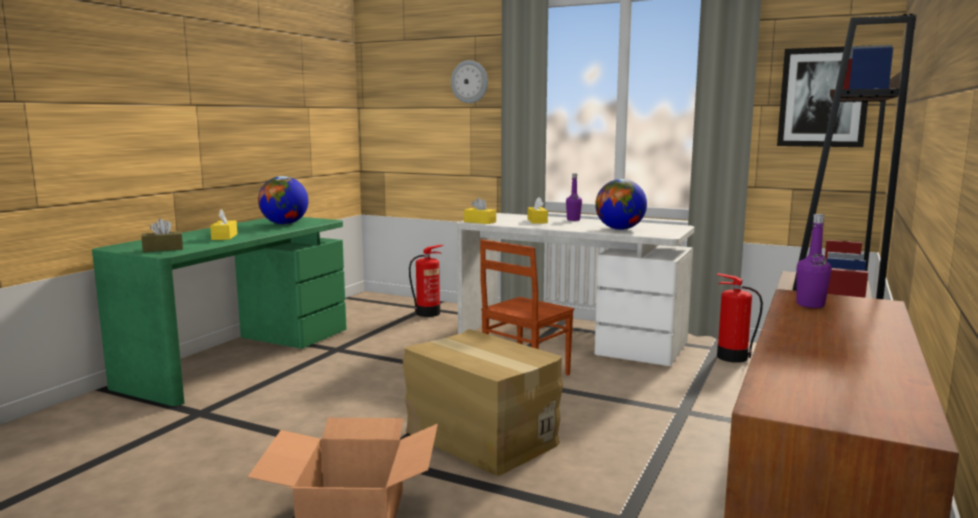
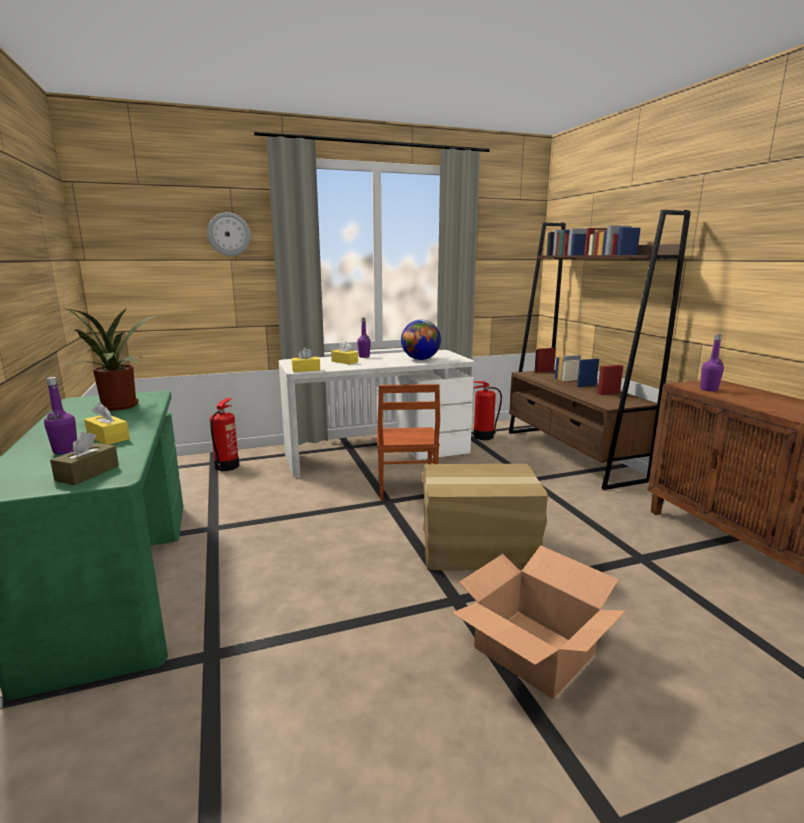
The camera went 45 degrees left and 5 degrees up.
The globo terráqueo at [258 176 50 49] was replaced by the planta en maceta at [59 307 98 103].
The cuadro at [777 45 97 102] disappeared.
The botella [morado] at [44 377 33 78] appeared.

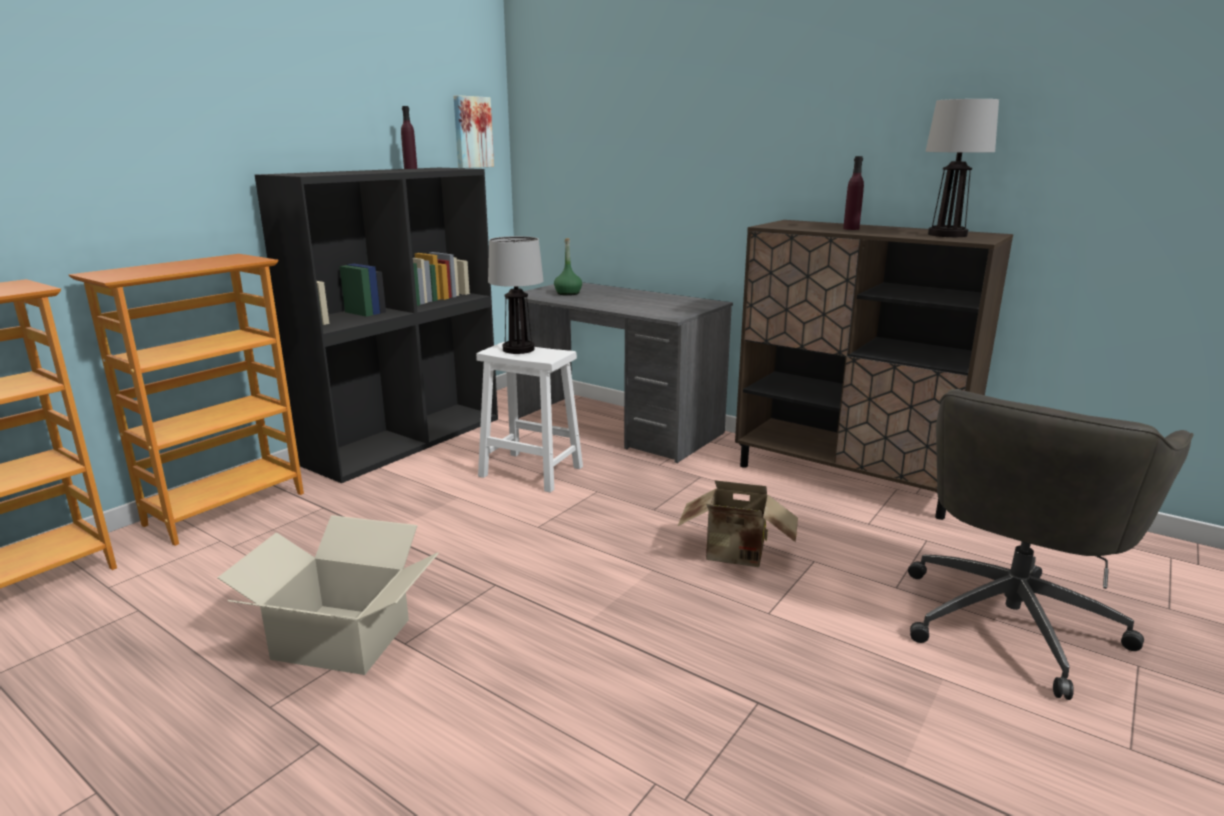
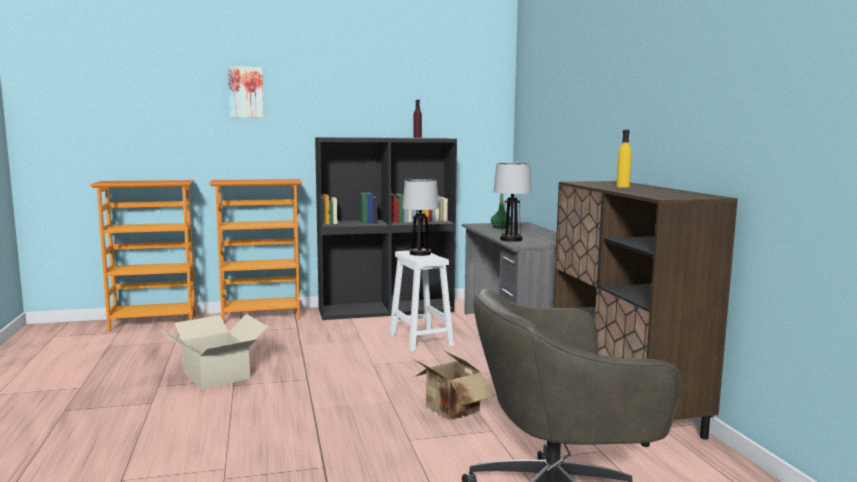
The camera went 40 degrees right and 10 degrees down.
The cuadro moved from [454 95 40 73] to [228 66 36 52].
The botella [morado] at [843 156 21 74] became the botella [amarillo] at [616 130 15 58].
The lámpara de mesa moved from [925 99 74 138] to [494 163 38 79].

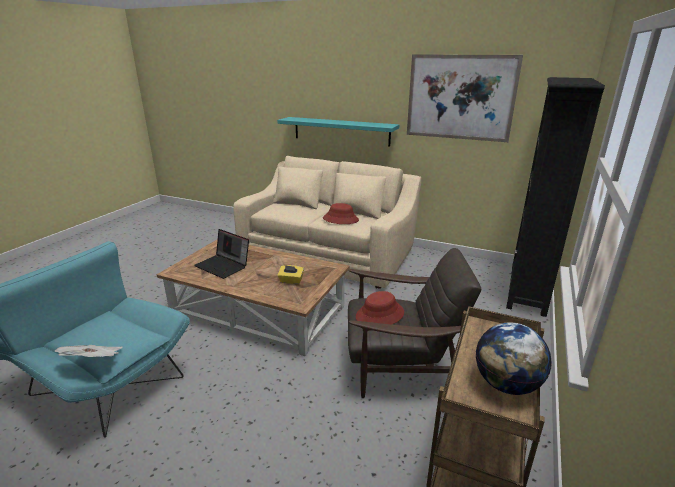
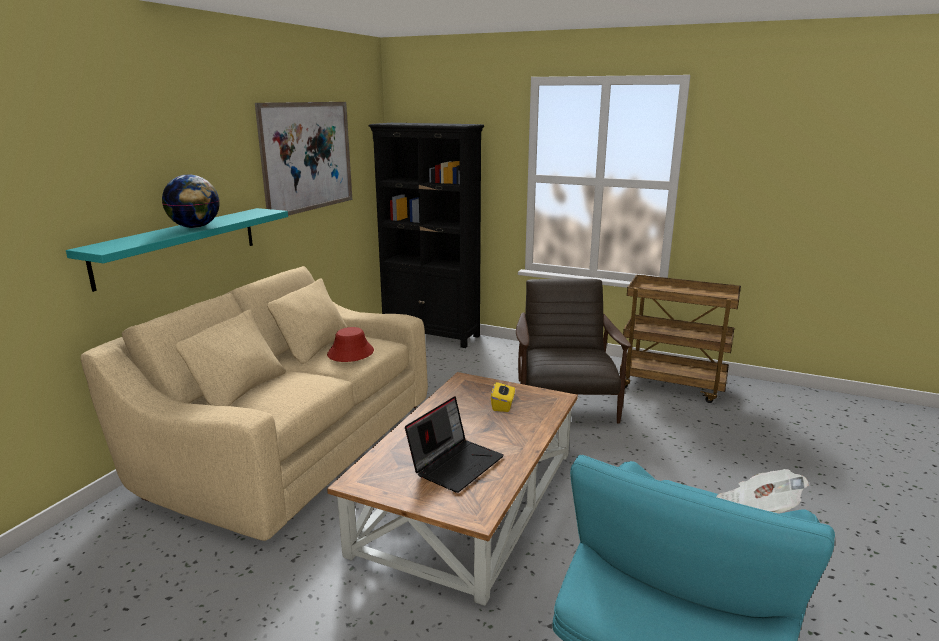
The camera went 90 degrees left and 5 degrees down.
The sombrero [rojo] at [356 291 48 34] disappeared.
The globo terráqueo moved from [476 322 76 73] to [162 175 57 53].

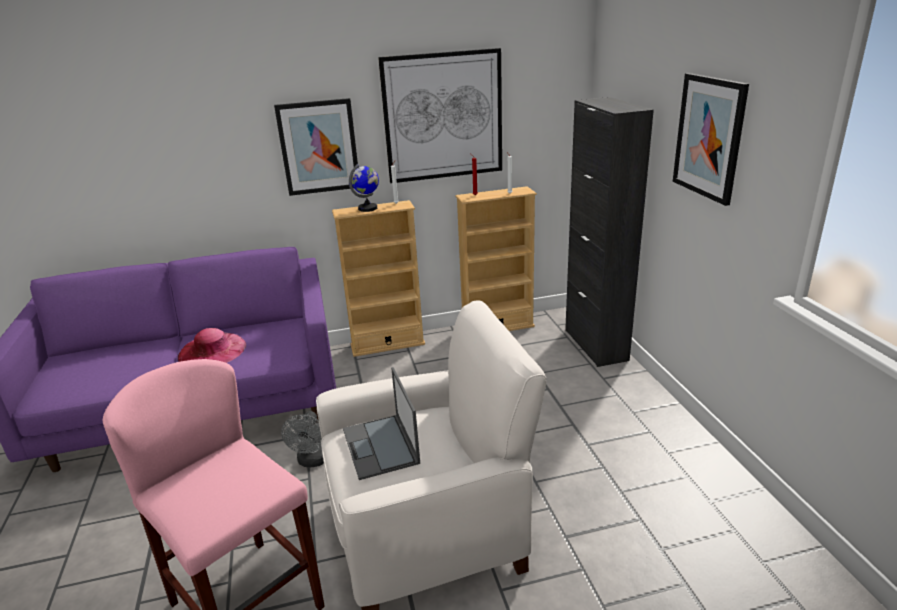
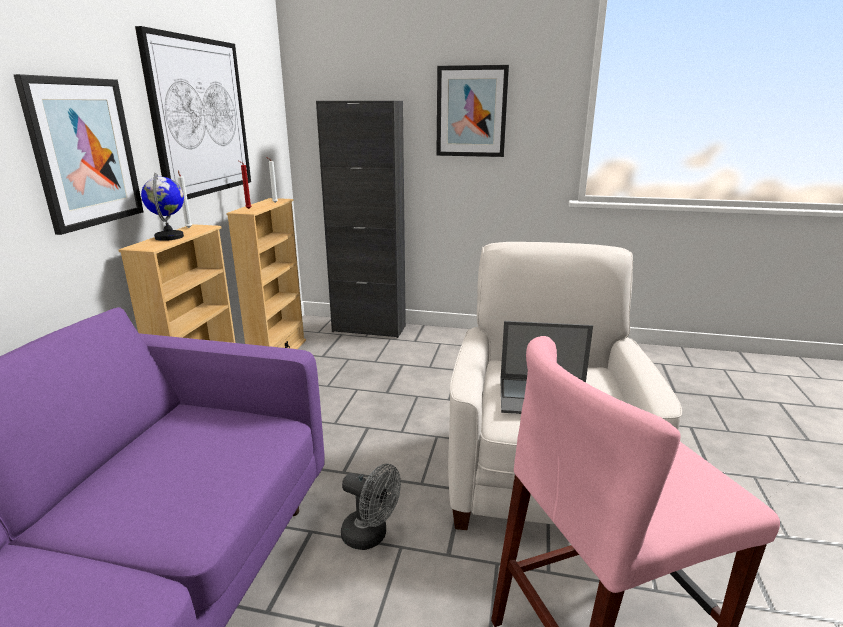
The camera went 65 degrees left and 5 degrees down.
The sombrero [rosa] at [178 328 68 35] disappeared.

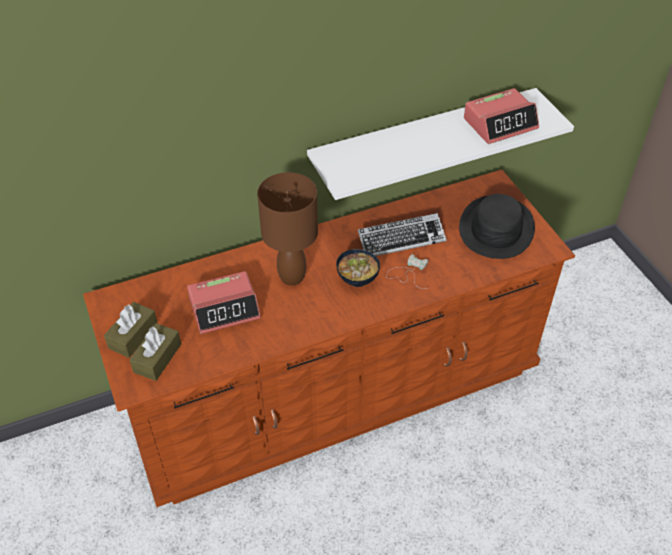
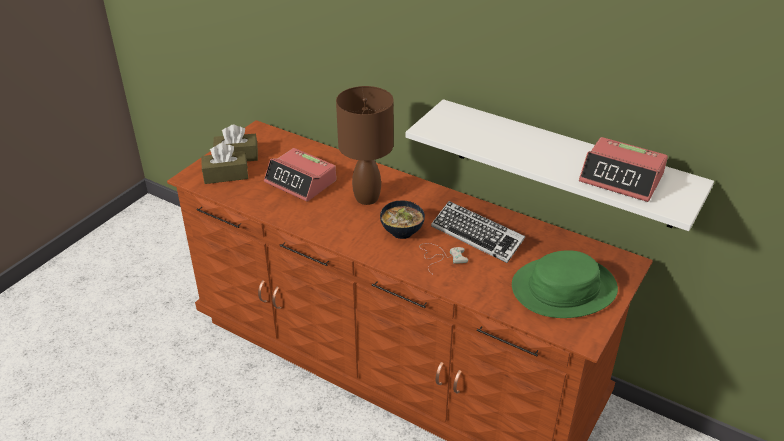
The camera went 55 degrees right and 10 degrees down.
The sombrero [negro] at [459 194 76 65] became the sombrero [verde] at [512 250 106 68].

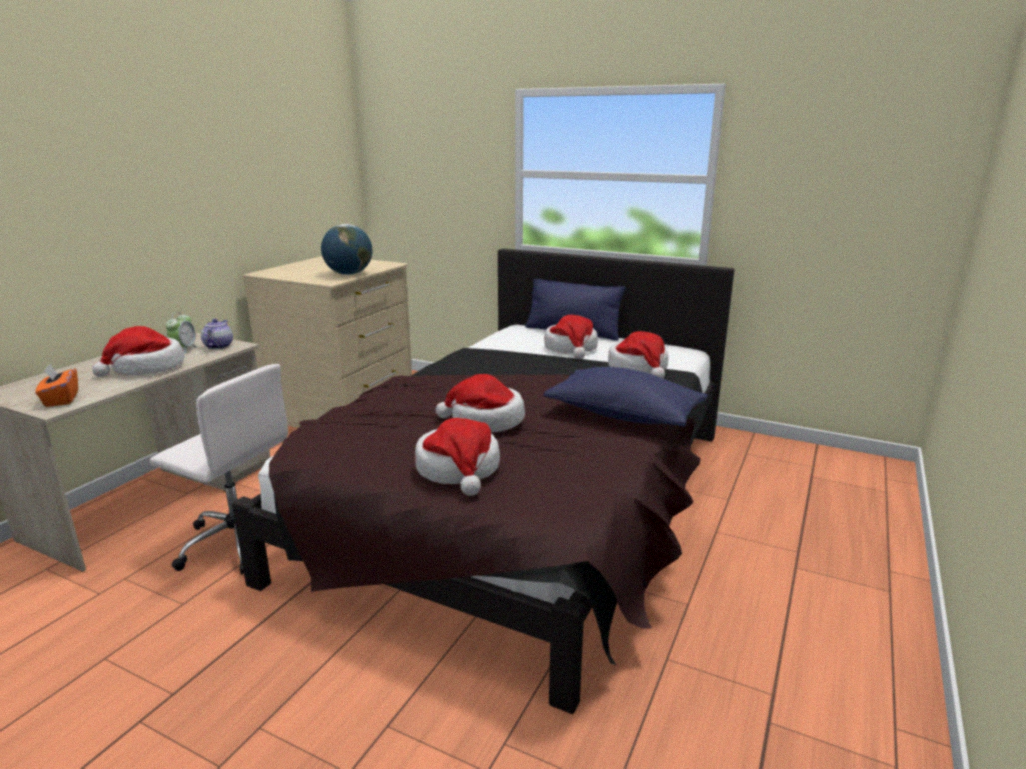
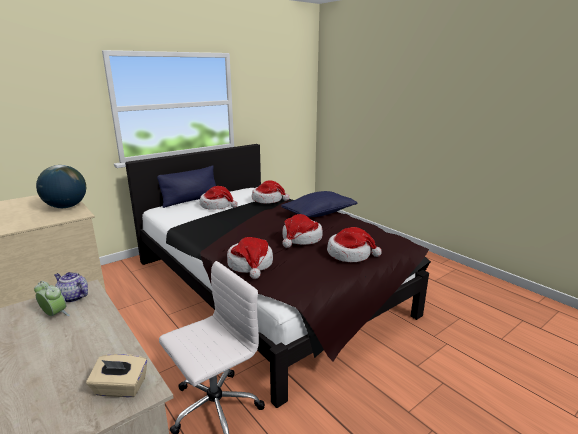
The camera went 65 degrees left and 0 degrees up.
The caja de pañuelos [naranja] at [35 364 43 43] became the caja de pañuelos [beis] at [86 354 61 43].
The sombrero moved from [92 326 92 51] to [227 237 46 42].

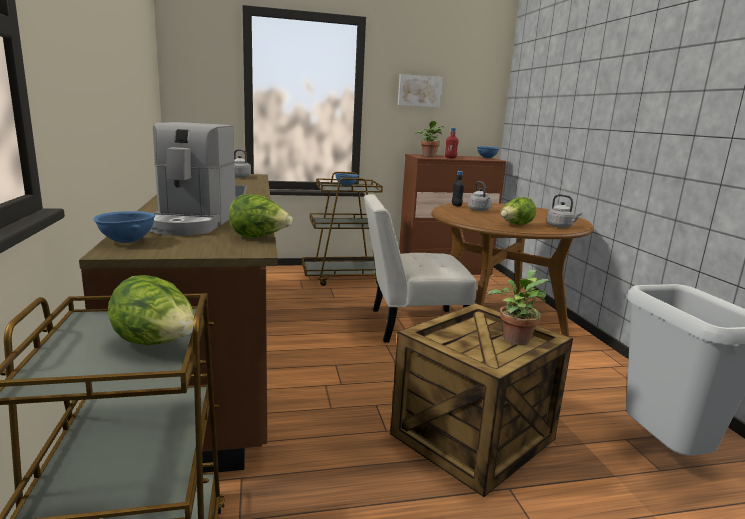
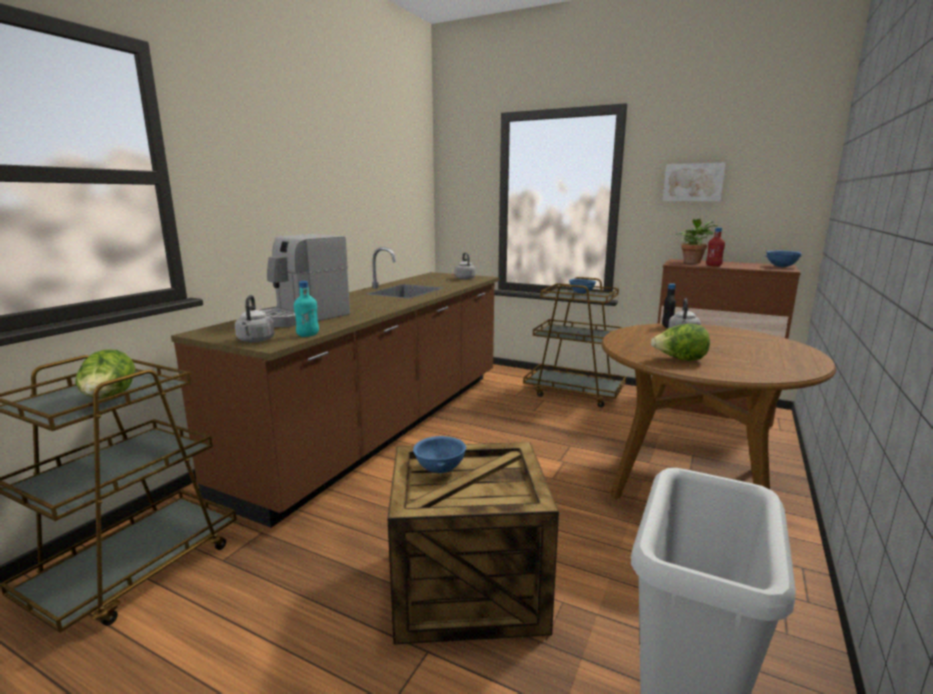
The camera went 40 degrees right and 0 degrees up.
The cuenco [azul] moved from [94 211 61 32] to [413 436 53 37].
The lechuga at [229 194 64 44] was replaced by the botella [turquesa] at [294 281 25 56].
The silla [blanco] at [364 194 113 149] disappeared.
The planta en maceta at [488 269 62 76] disappeared.
The hervidor [gris] moved from [547 194 35 34] to [235 295 40 47].

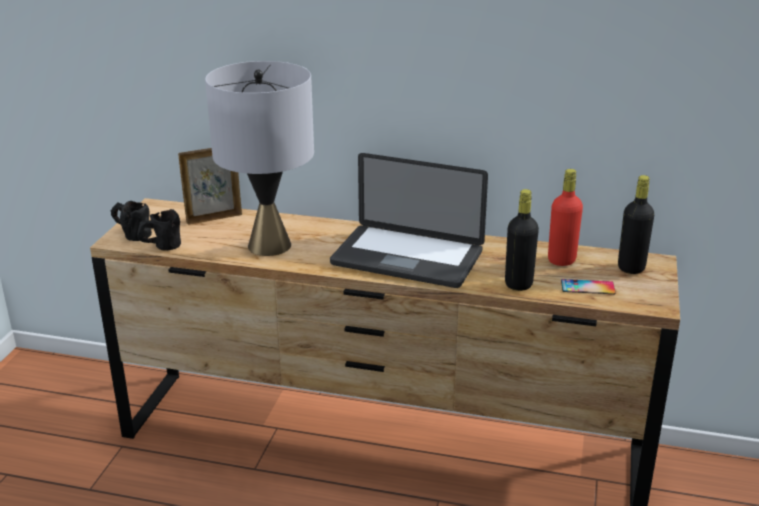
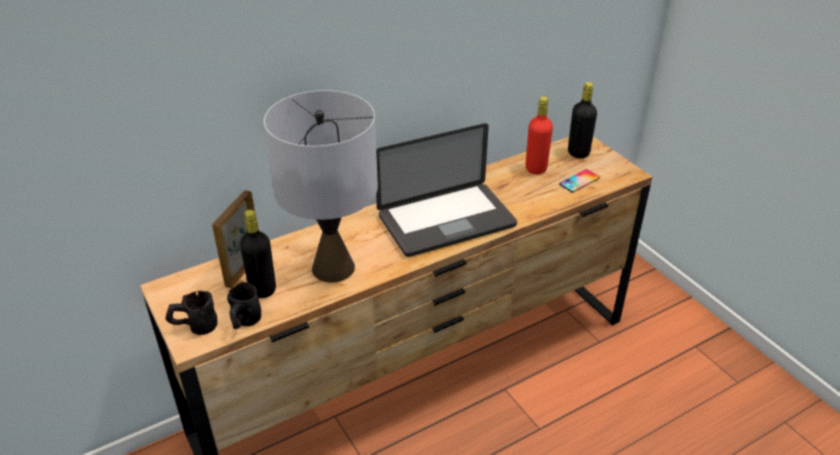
The camera went 45 degrees left and 10 degrees up.
The botella [negro] moved from [505 189 34 102] to [240 210 36 88].

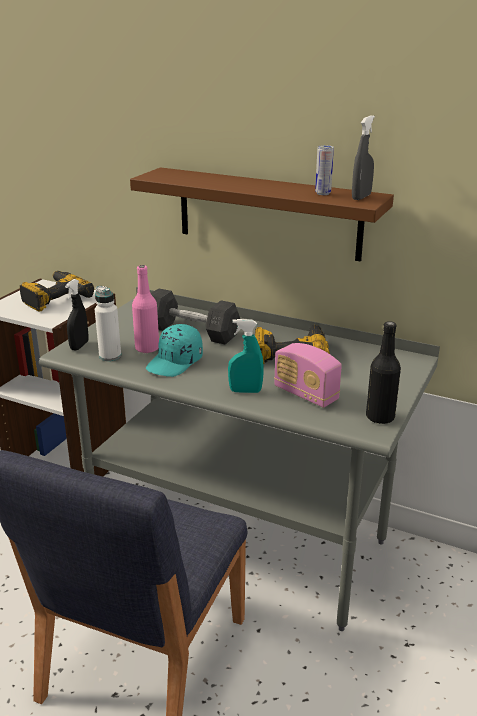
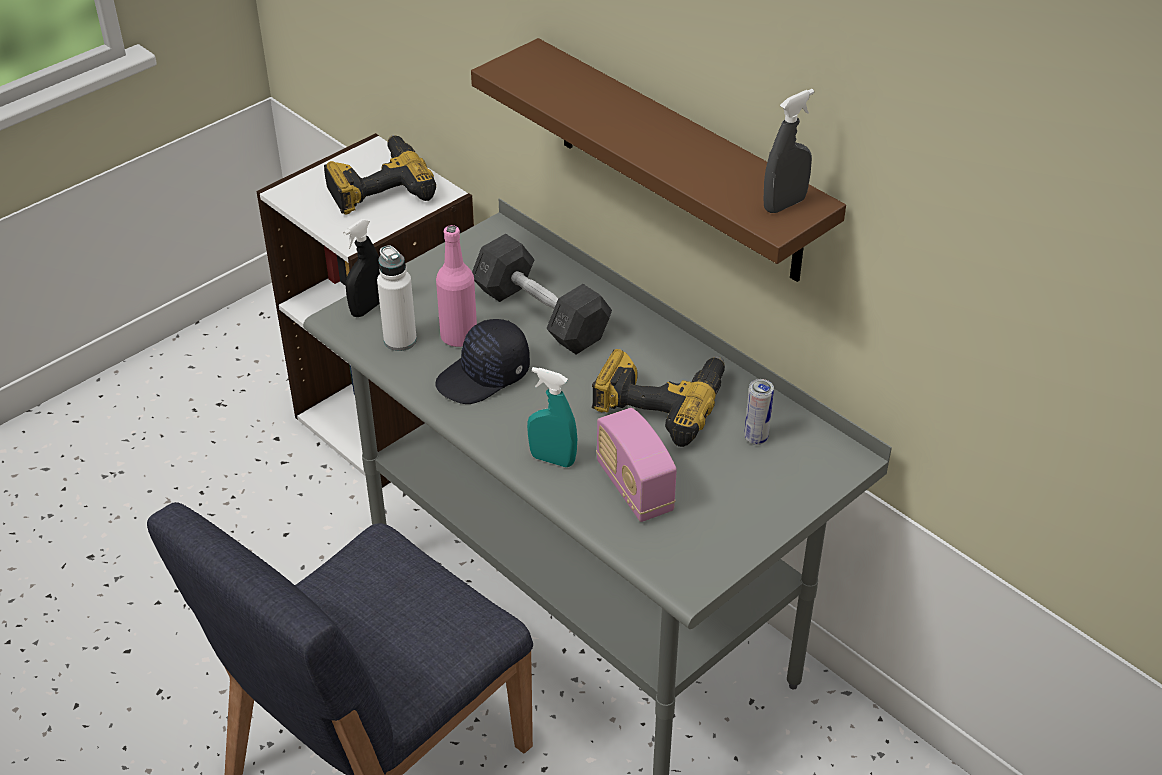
The camera went 20 degrees right and 15 degrees up.
The gorra [turquesa] at [146 324 57 53] became the gorra [negro] at [435 319 95 85].
The lata moved from [315 145 19 50] to [744 379 30 66].
The botella [negro] at [366 321 35 103] disappeared.

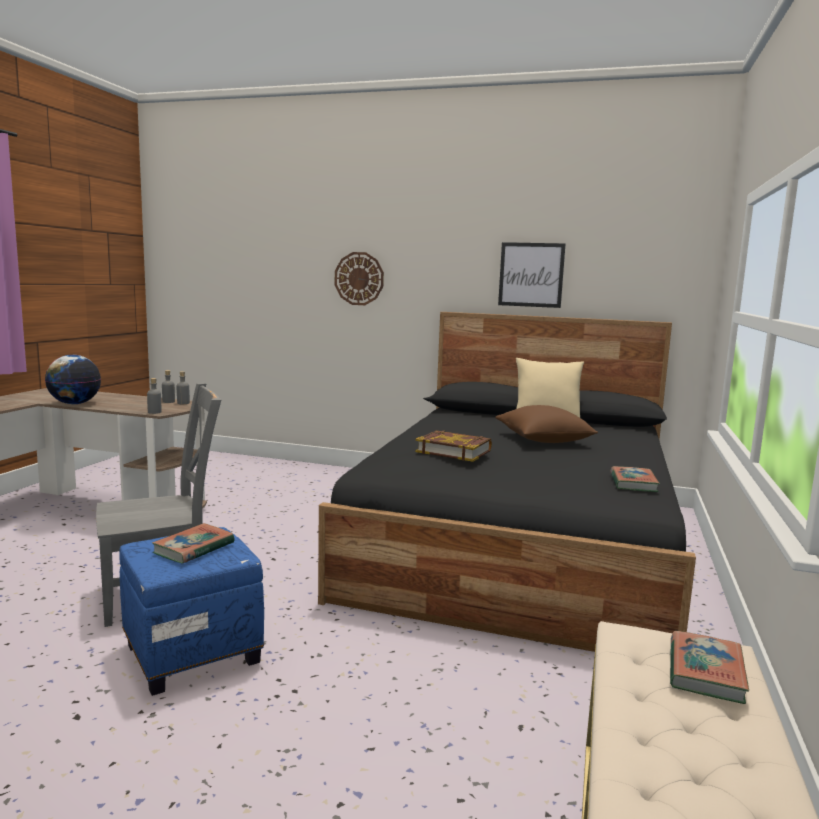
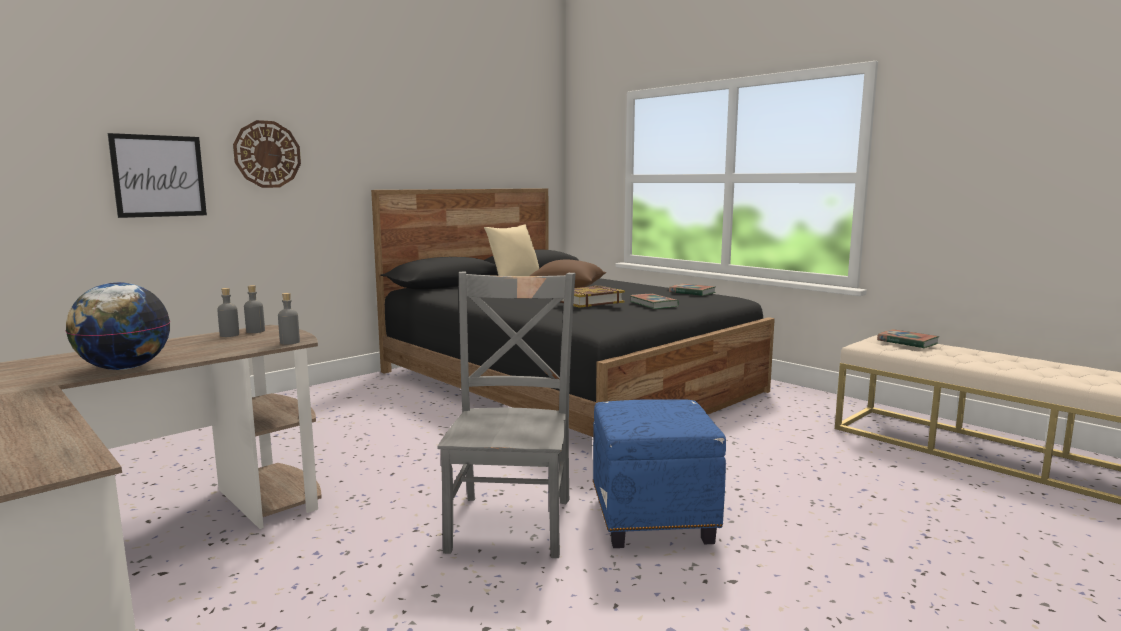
The camera went 60 degrees left and 0 degrees up.
The libro moved from [152 523 83 41] to [630 294 49 15].
The cuadro moved from [498 242 68 66] to [108 133 99 85].

